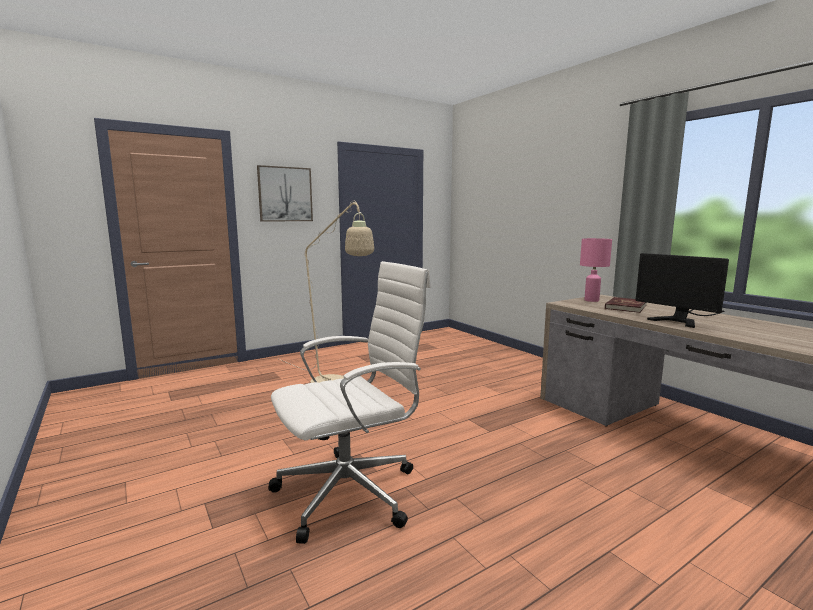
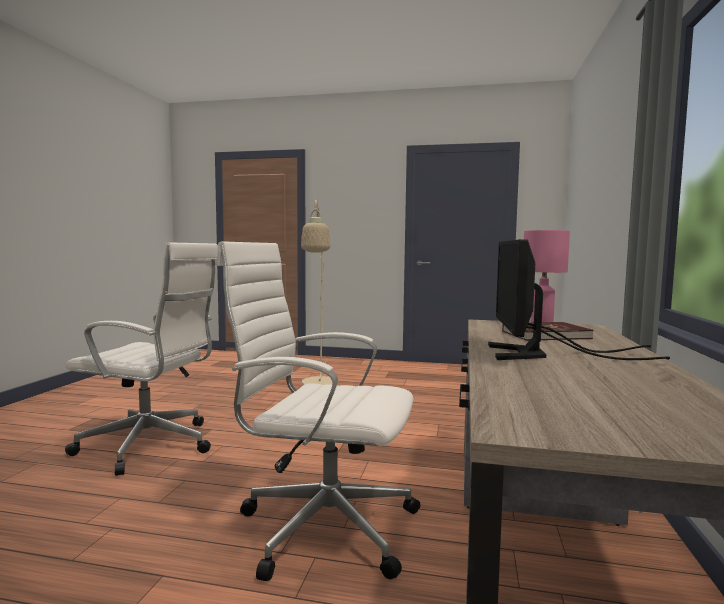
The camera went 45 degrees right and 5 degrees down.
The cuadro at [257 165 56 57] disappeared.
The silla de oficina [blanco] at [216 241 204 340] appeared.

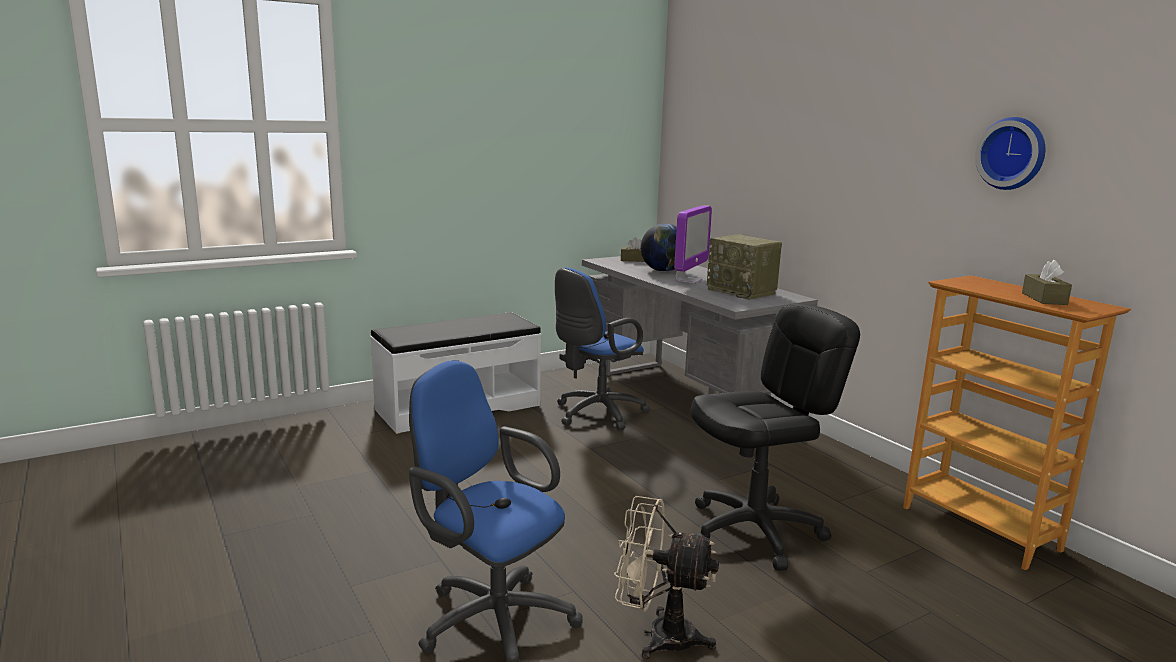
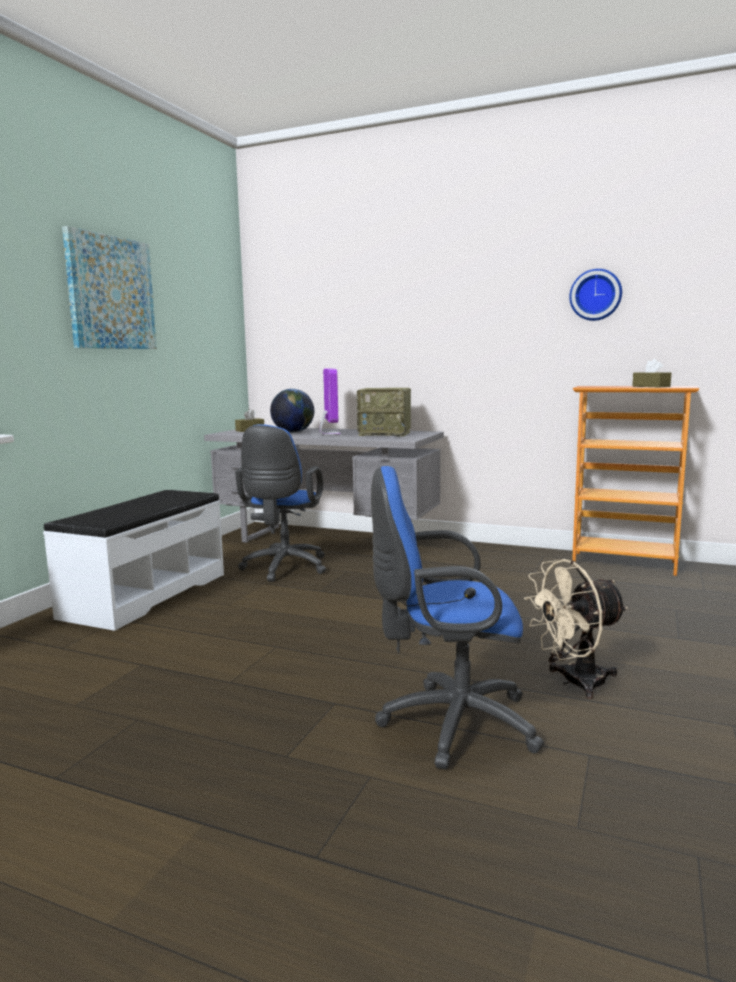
The camera went 35 degrees left and 5 degrees down.
The silla de oficina [negro] at [690 304 170 267] disappeared.
The cuadro at [62 226 95 123] appeared.

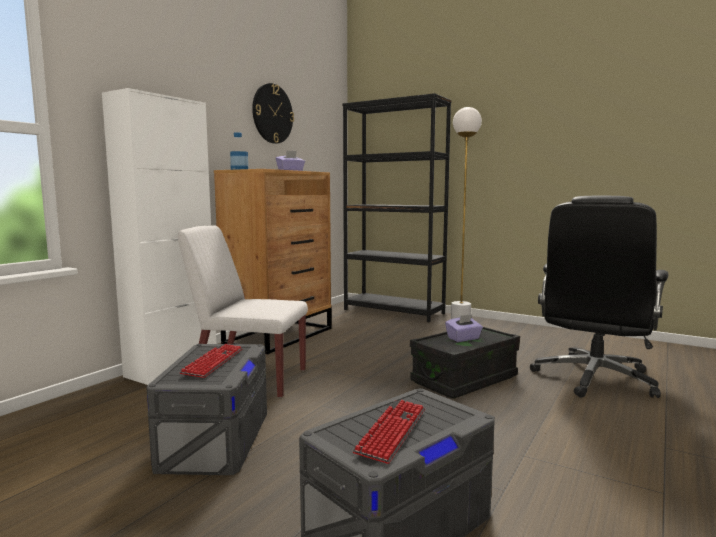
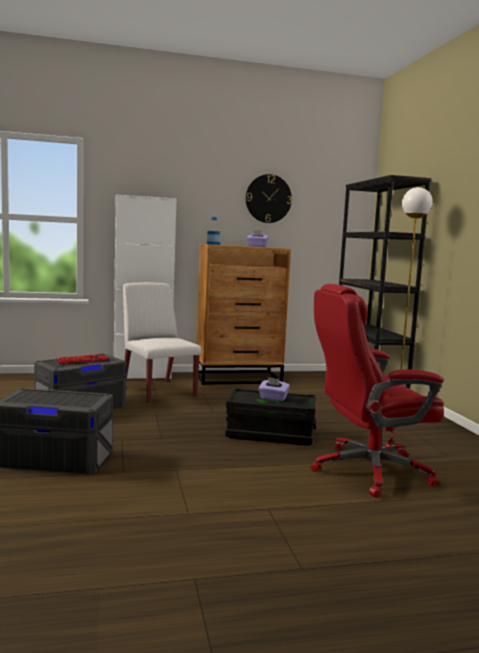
The camera went 45 degrees right and 0 degrees up.
The teclado at [352 400 73 64] disappeared.
The silla de oficina [negro] at [530 195 139 203] became the silla de oficina [rojo] at [310 284 134 214].

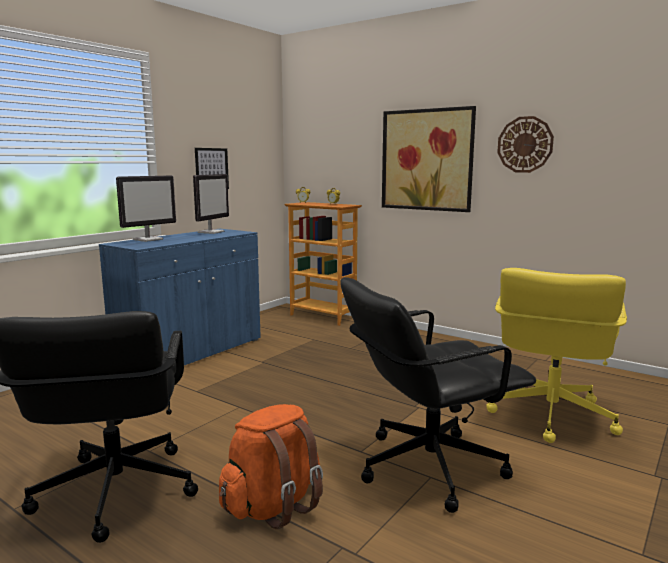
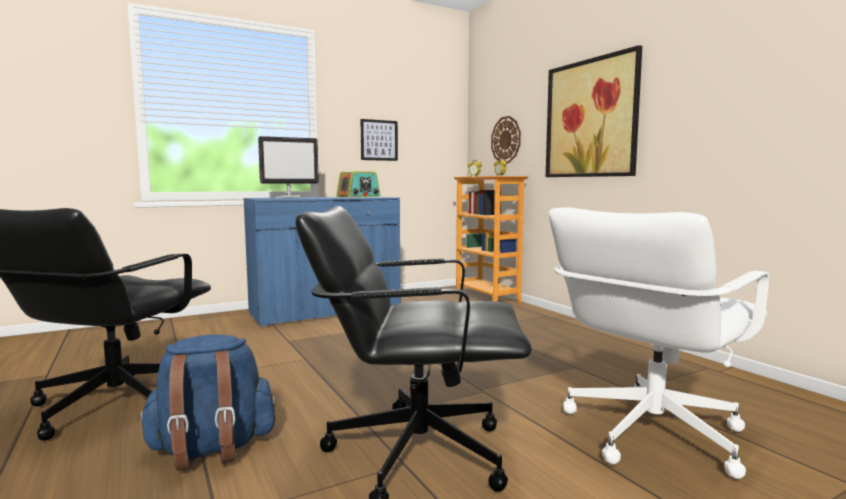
The camera went 25 degrees right and 5 degrees down.
The monitor at [193 174 36 60] was replaced by the radio at [336 172 45 25].
The mochila [naranja] at [219 404 104 125] became the mochila [azul] at [138 334 137 136].
The silla de oficina [amarillo] at [486 268 141 175] became the silla de oficina [blanco] at [549 207 220 272].
The reloj de pared moved from [497 116 57 57] to [491 116 30 47].

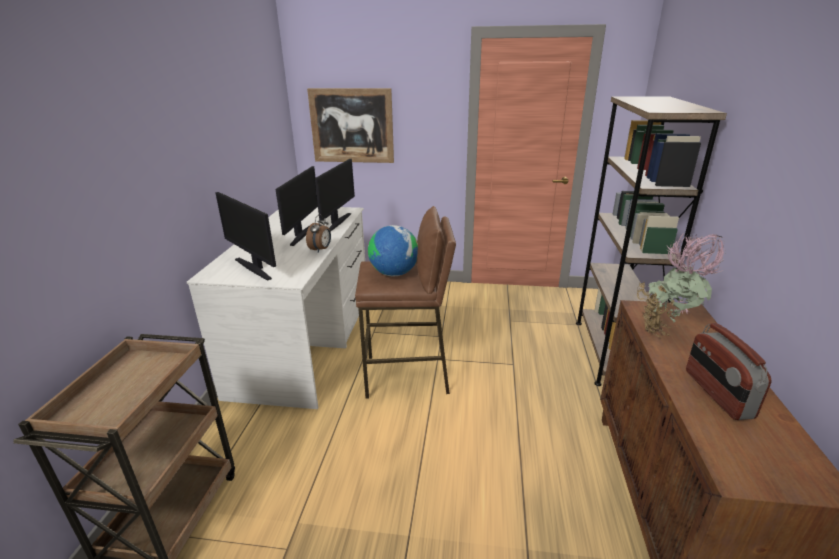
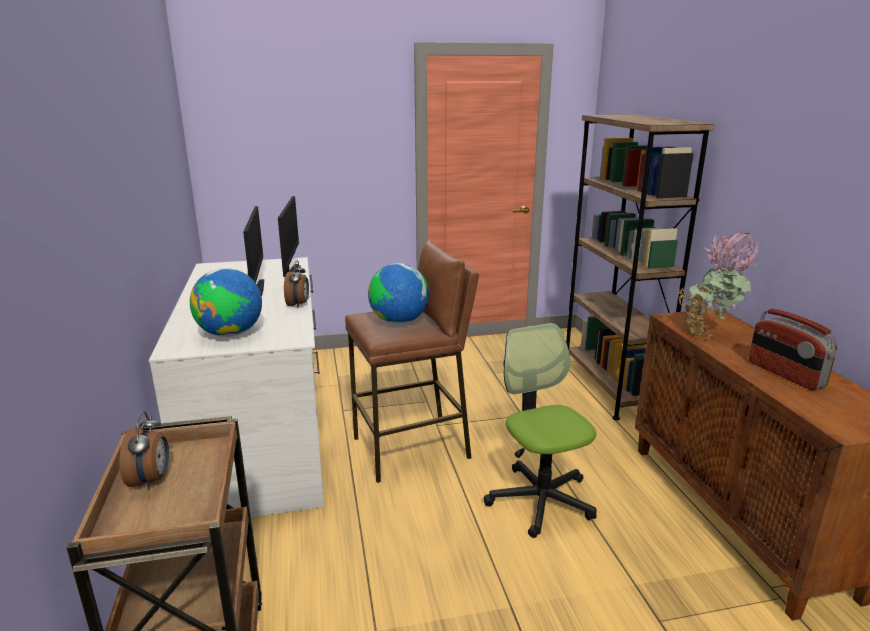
The camera went 20 degrees left and 5 degrees down.
The monitor at [215 192 61 89] was replaced by the globo terráqueo at [190 268 72 69].
The cuadro at [307 88 87 75] disappeared.
The despertador at [119 411 50 79] appeared.
The silla de oficina at [483 323 114 215] appeared.

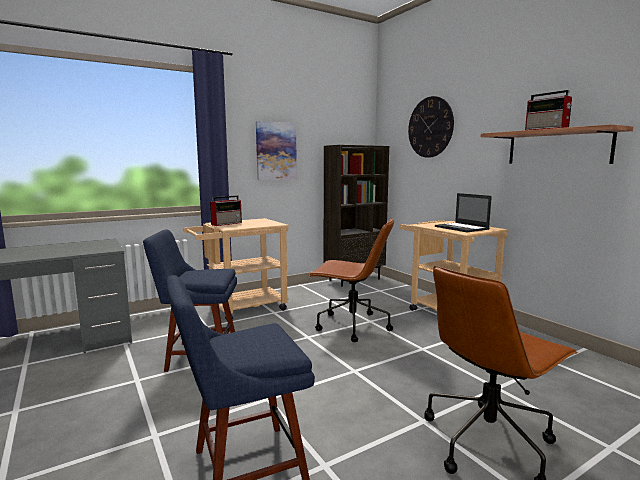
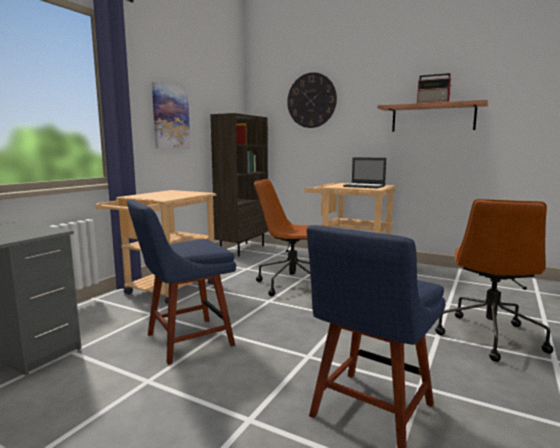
The camera went 30 degrees left and 0 degrees up.
The radio at [210 195 32 31] disappeared.
The silla de oficina [marrón] at [308 218 86 124] turned 150 degrees counterclockwise.

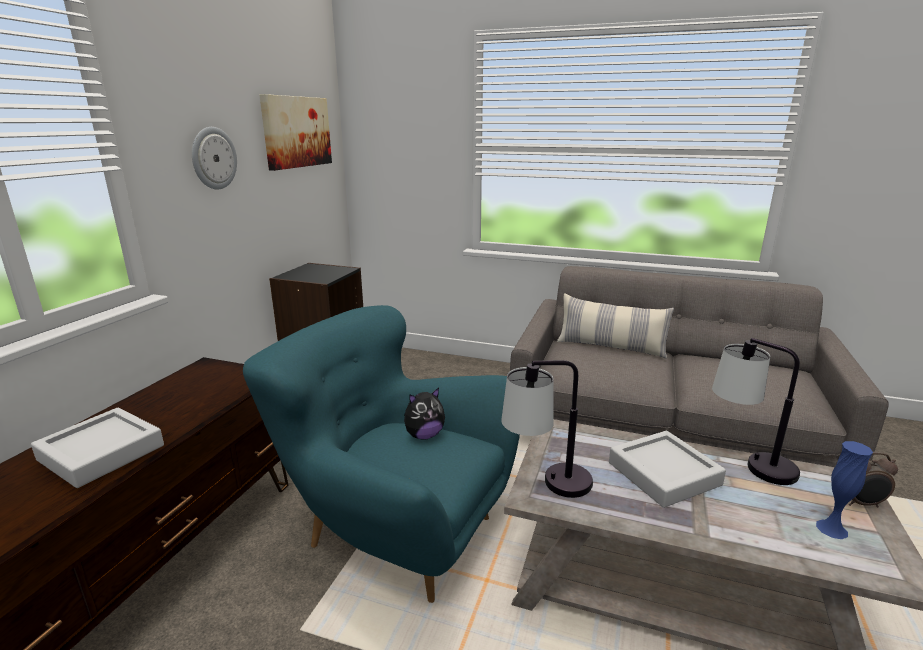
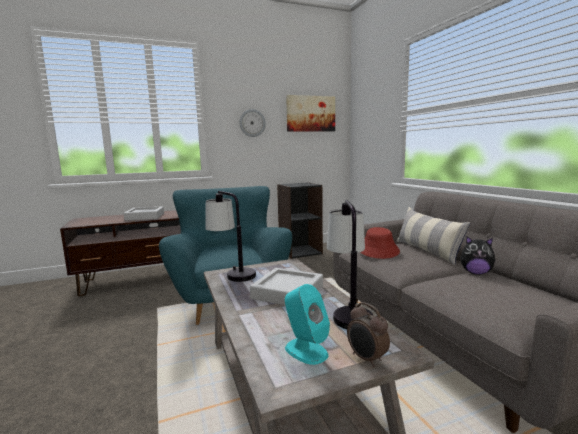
The camera went 50 degrees right and 10 degrees down.
The peluche moved from [404 388 41 52] to [460 237 36 38].
The florero [azul] at [816 441 57 98] was replaced by the altavoz [turquesa] at [285 284 45 81].
The sombrero [rojo] at [360 227 40 32] appeared.

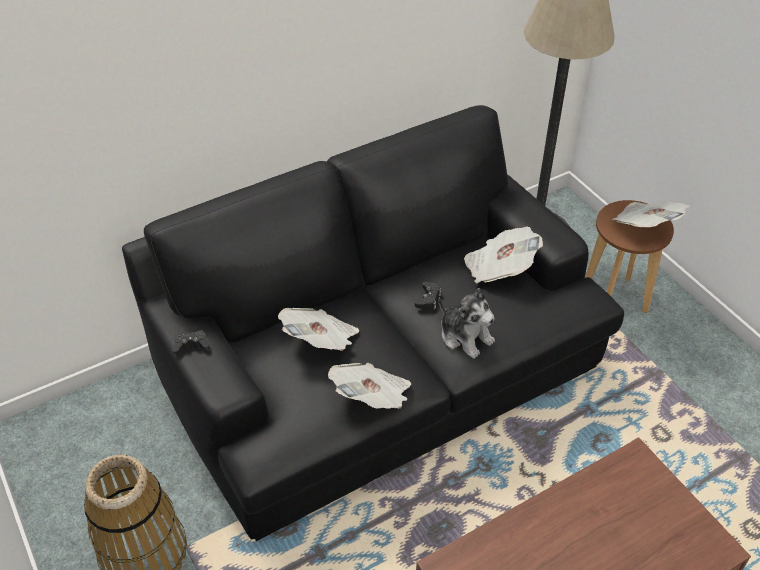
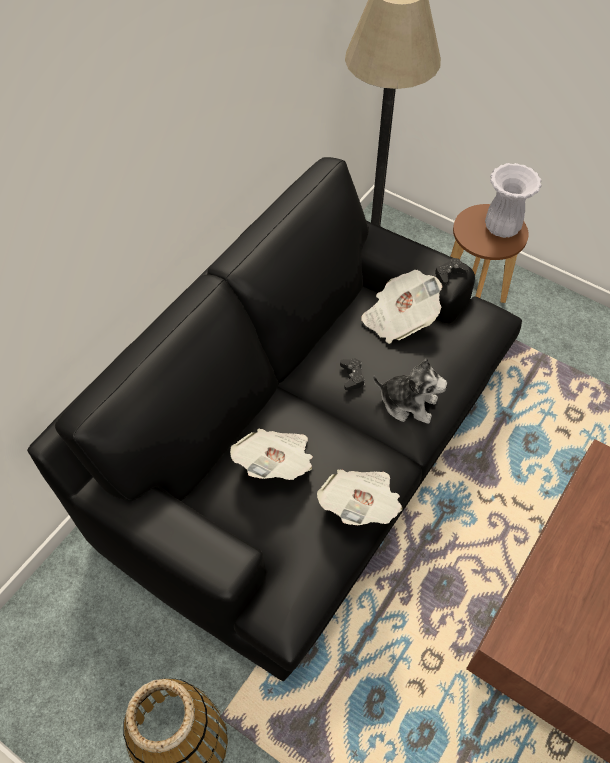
The camera went 25 degrees left and 10 degrees up.
The mando de consola [negro] moved from [173 330 37 25] to [435 258 34 27].
The periódico at [612 202 78 25] was replaced by the florero [blanco] at [485 163 57 75].

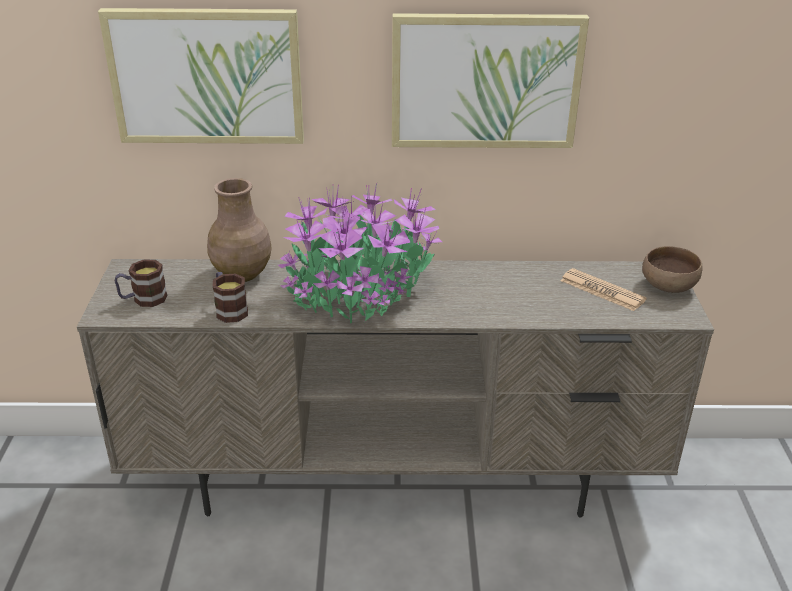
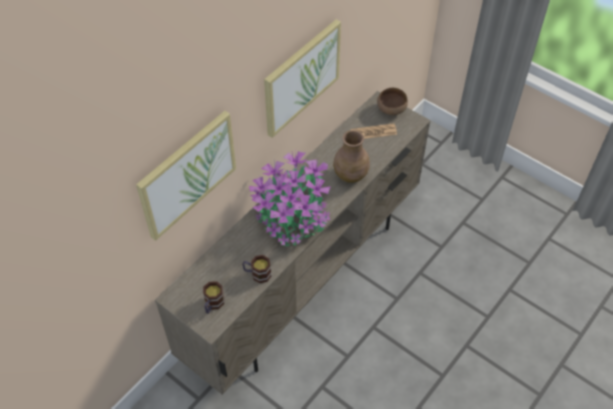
The camera went 50 degrees left and 20 degrees up.
The florero [marrón] moved from [207 178 65 104] to [333 130 37 53].

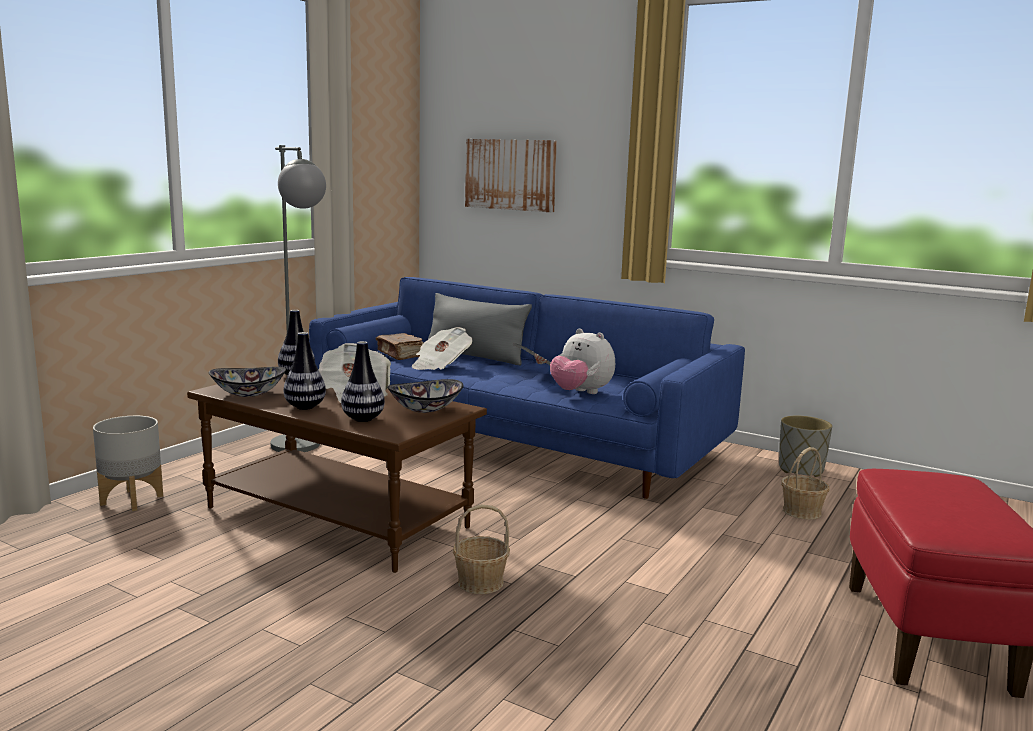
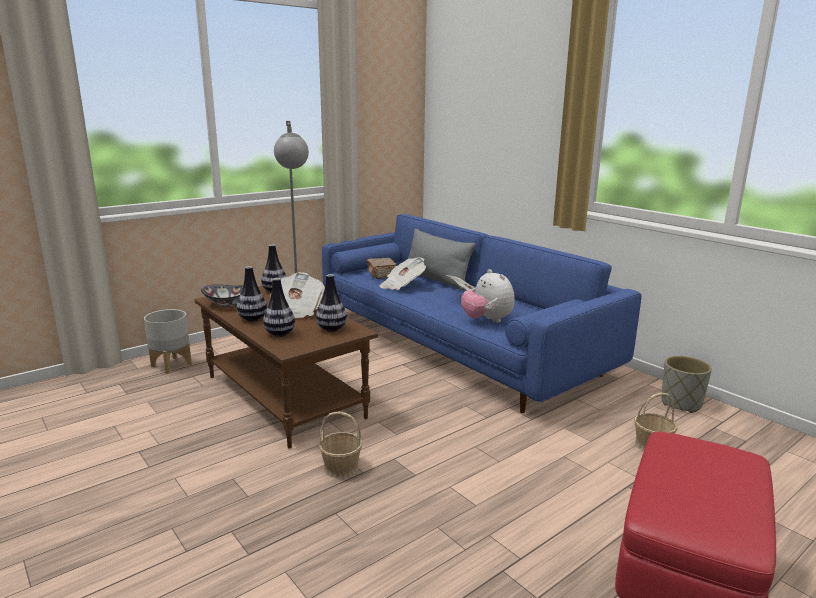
The camera went 20 degrees right and 5 degrees up.
The cuenco at [387 379 76 34] was replaced by the florero at [316 274 31 58].
The cuadro at [465 139 92 73] disappeared.

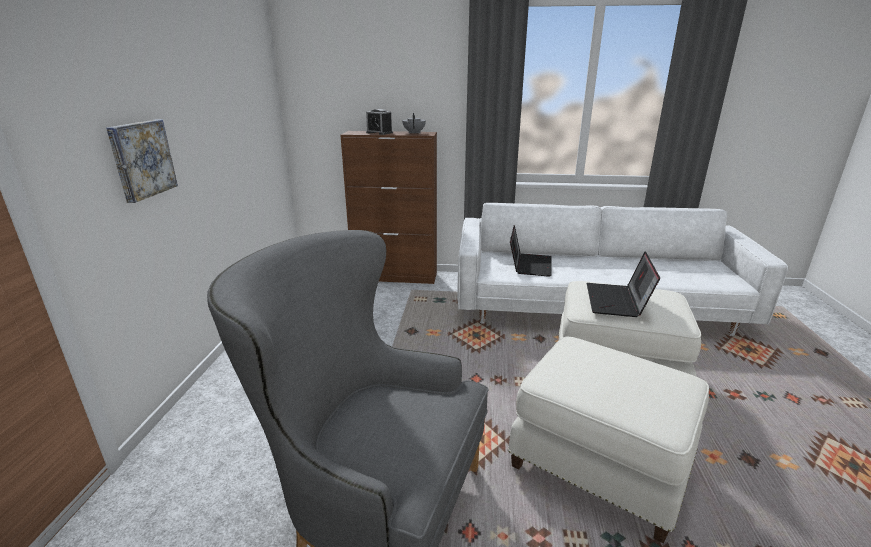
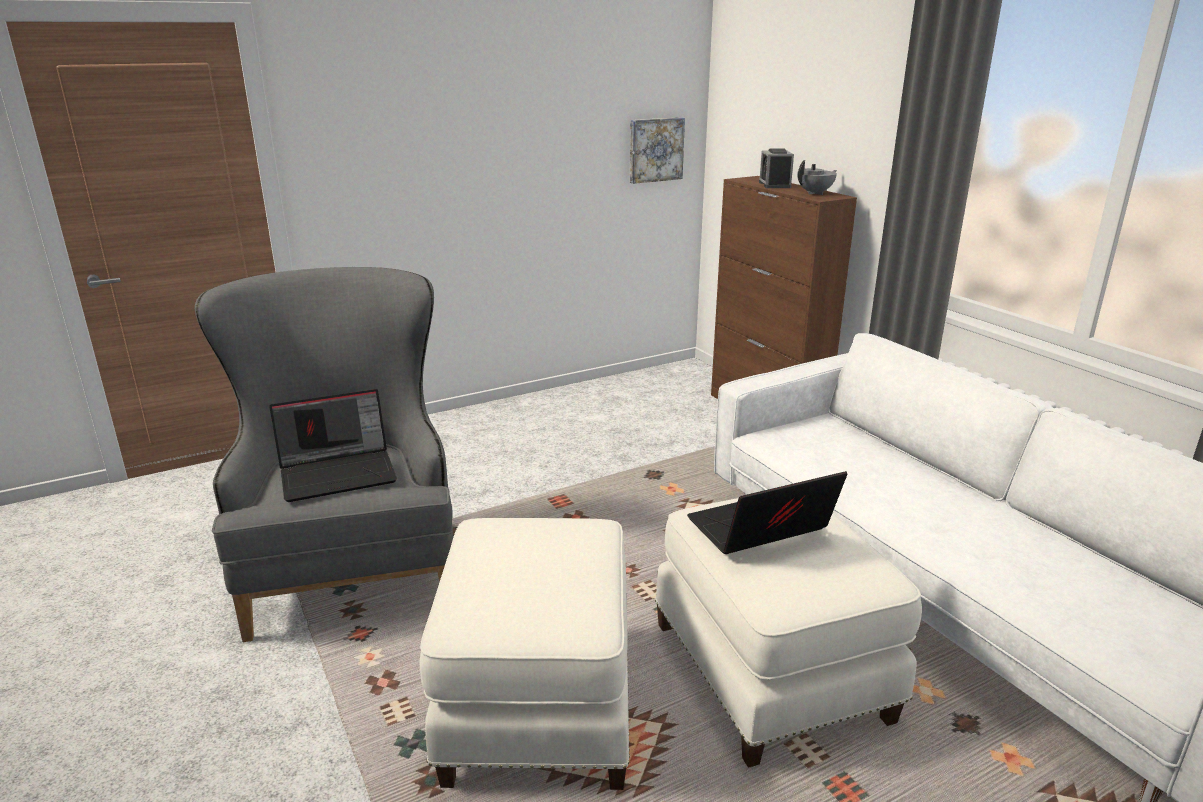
The camera went 55 degrees right and 0 degrees up.
The cuadro moved from [106 120 72 83] to [630 117 55 67].
The portátil moved from [510 225 42 52] to [269 389 128 113].

